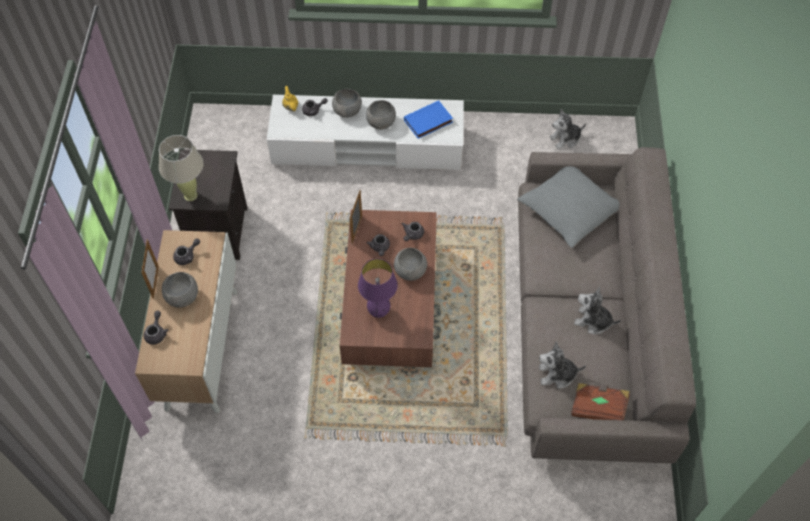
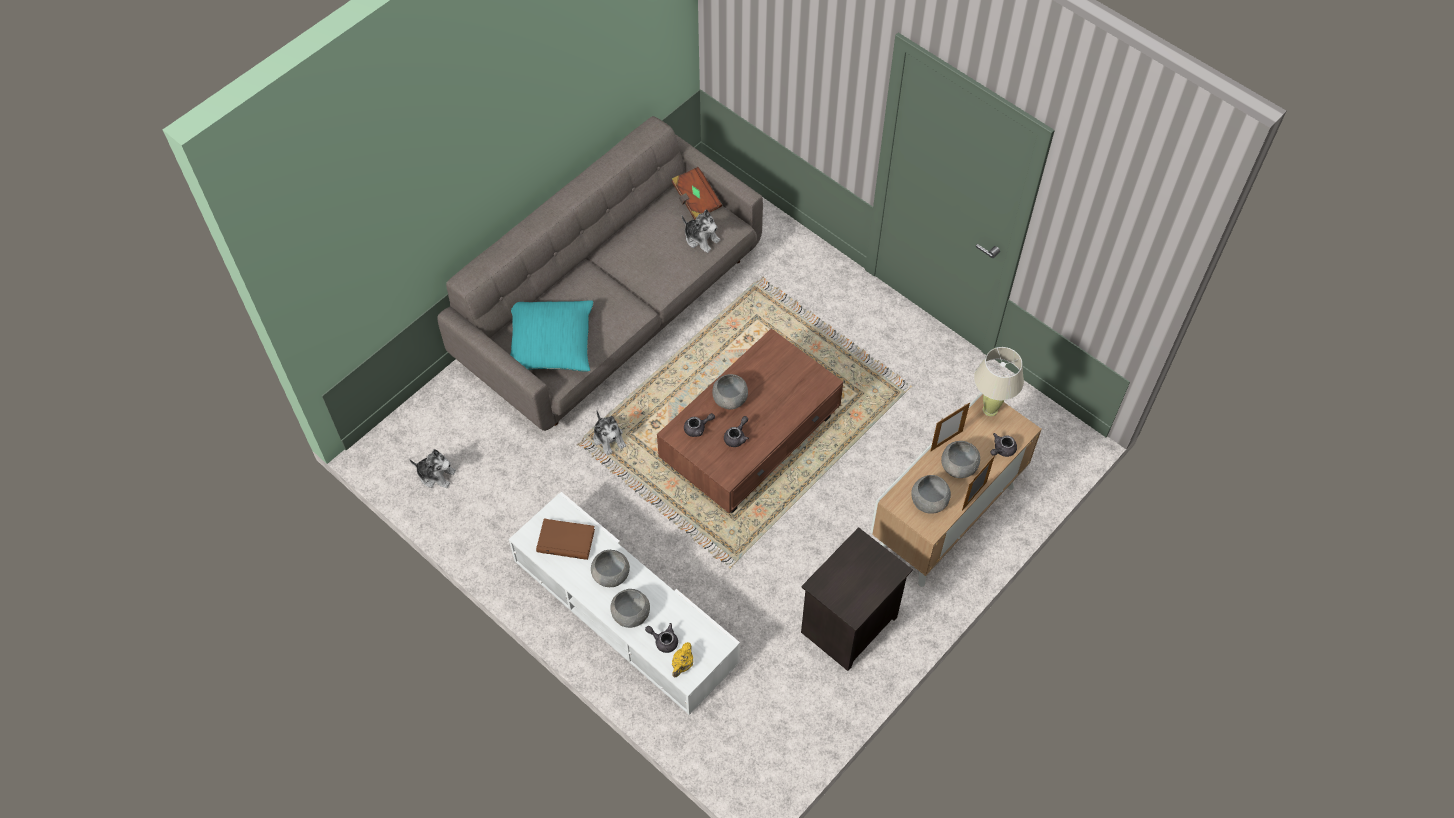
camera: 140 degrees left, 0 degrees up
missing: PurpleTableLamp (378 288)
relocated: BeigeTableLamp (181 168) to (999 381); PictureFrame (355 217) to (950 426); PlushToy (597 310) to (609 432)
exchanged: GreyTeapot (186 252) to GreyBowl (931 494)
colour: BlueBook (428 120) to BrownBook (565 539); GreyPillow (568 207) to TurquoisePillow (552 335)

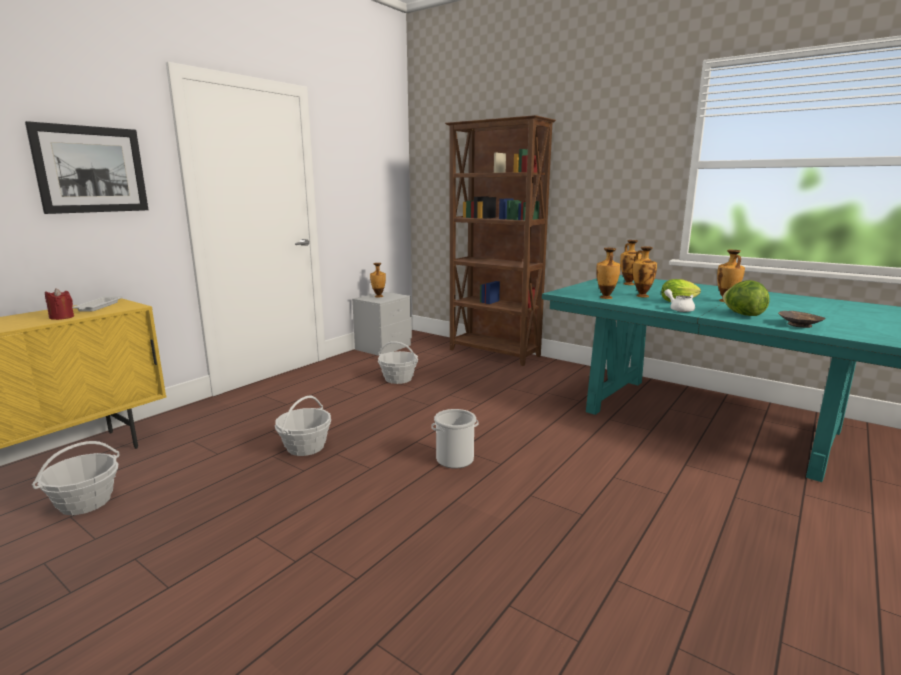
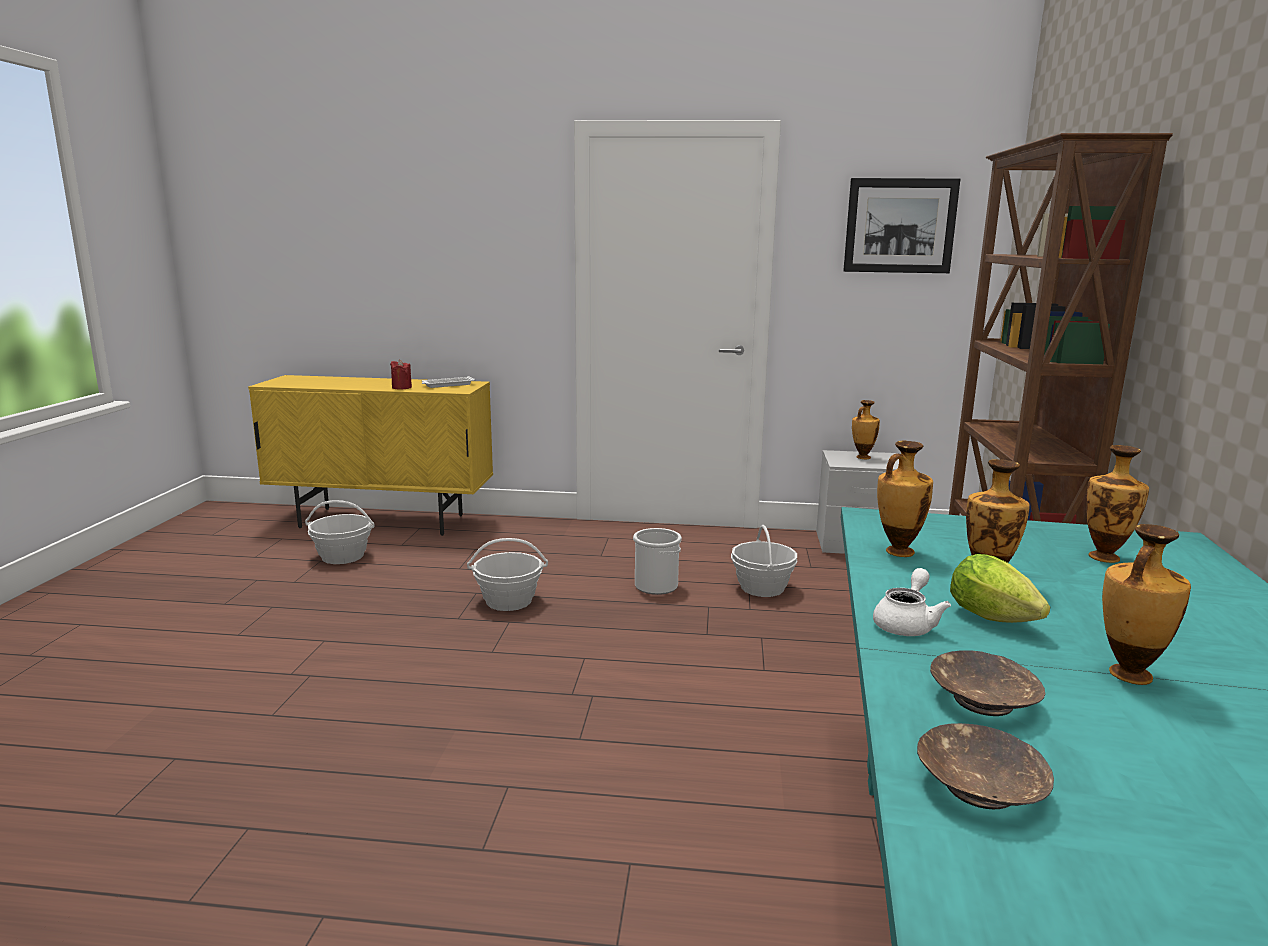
camera: 60 degrees right, 0 degrees up
relocated: Picture (87 167) to (901 225); Bucket (455 439) to (657 561)
exchanged: Lettuce (746 298) to BrownBowl (987 683)

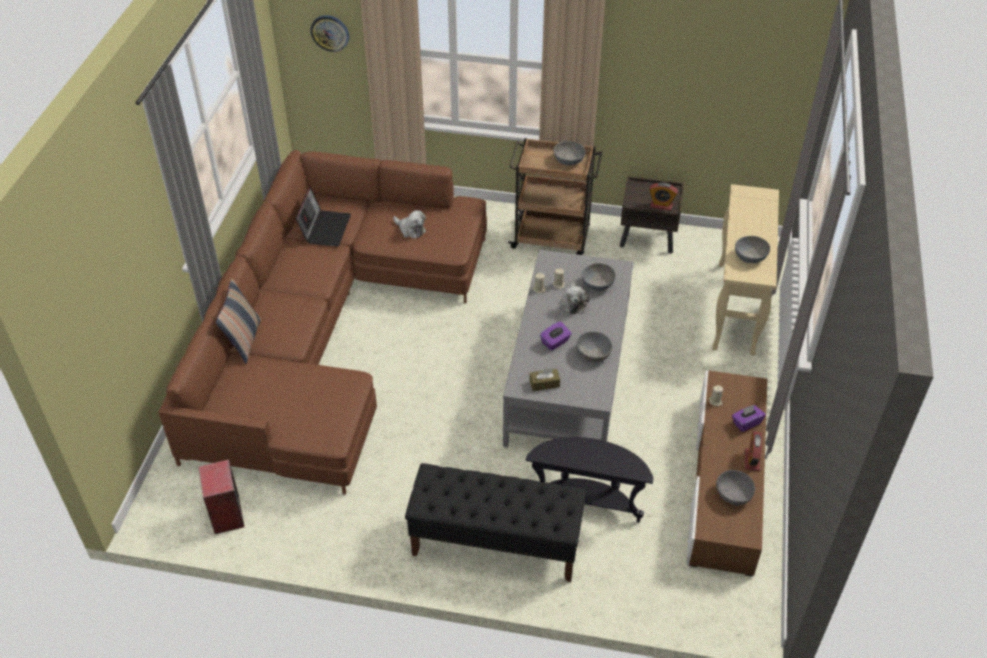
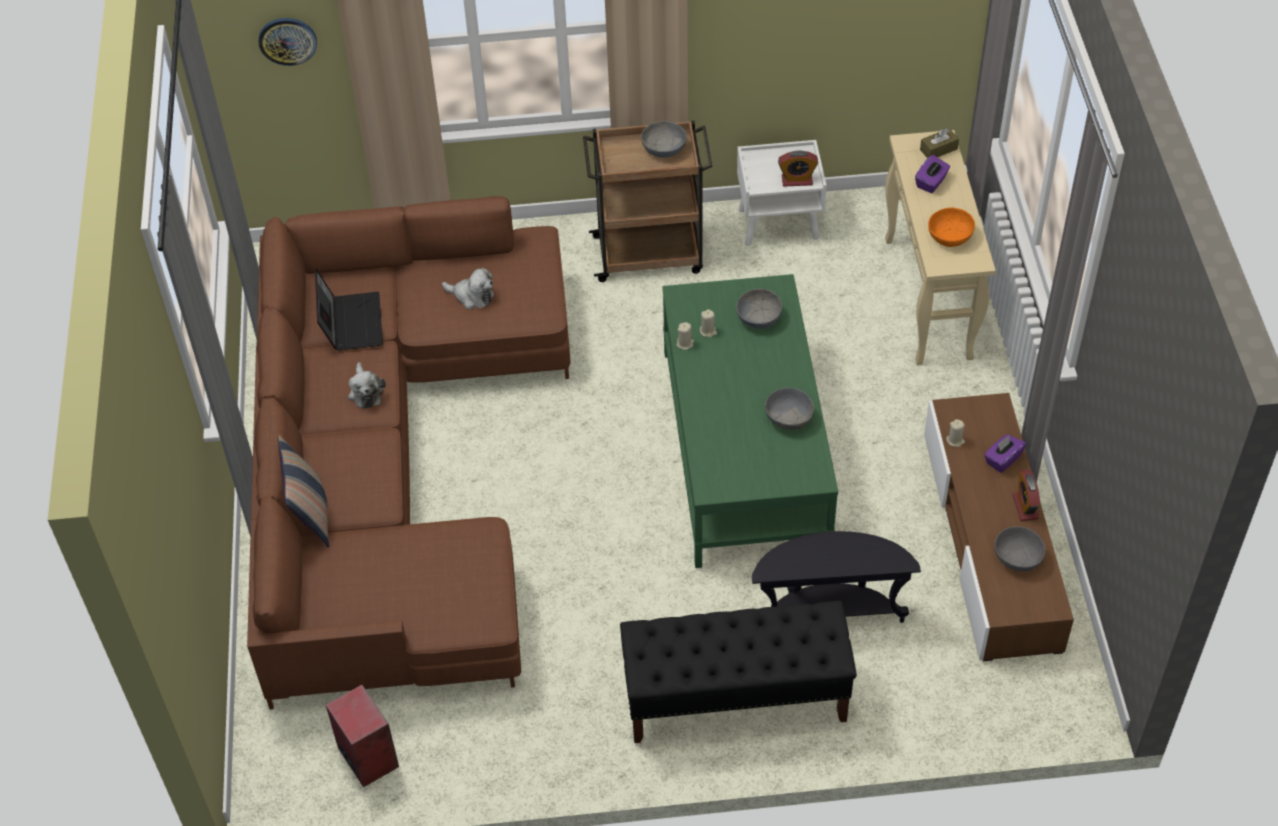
camera: 15 degrees left, 5 degrees up
relocated: PlushToy (575 298) to (367 385); PurpleTissueBox (556 336) to (932 174); BrownTissueBox (545 380) to (939 143)
colour: BrownNightstand (652 215) to WhiteNightstand (782 193); GreyBowl (752 249) to OrangeBowl (951 227); GreyCoffeeTable (568 349) to GreenCoffeeTable (750 421)

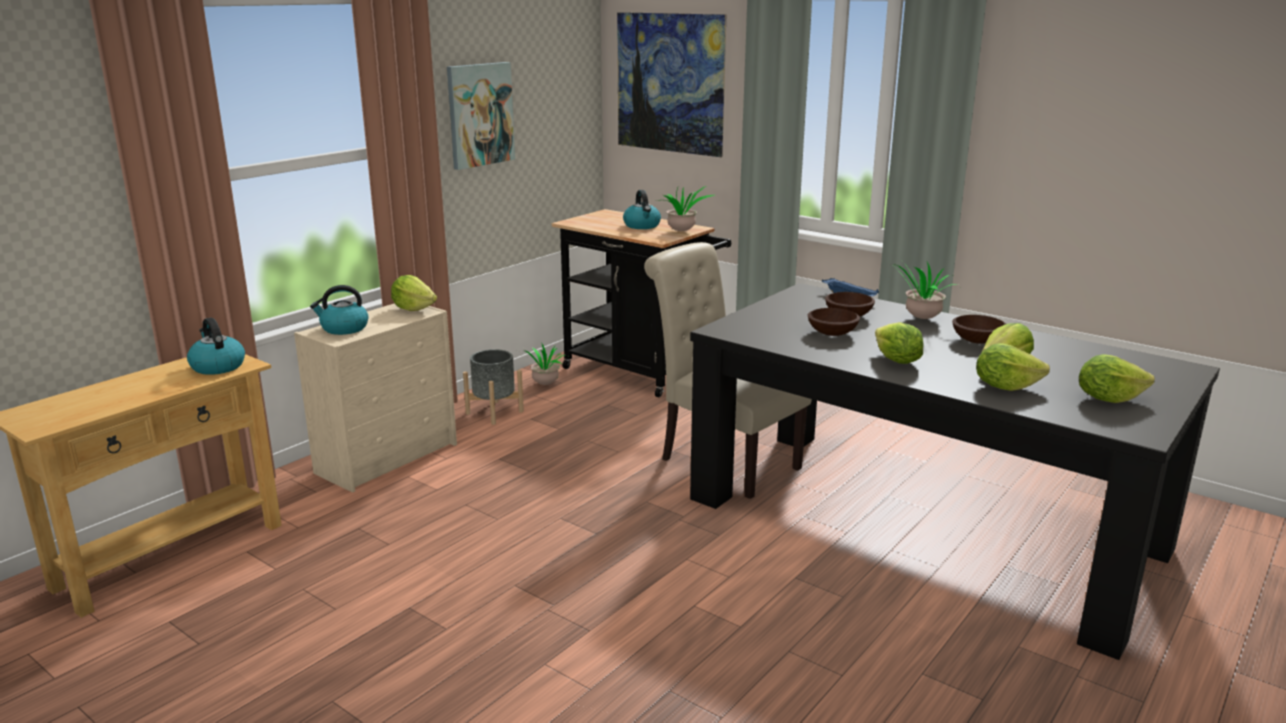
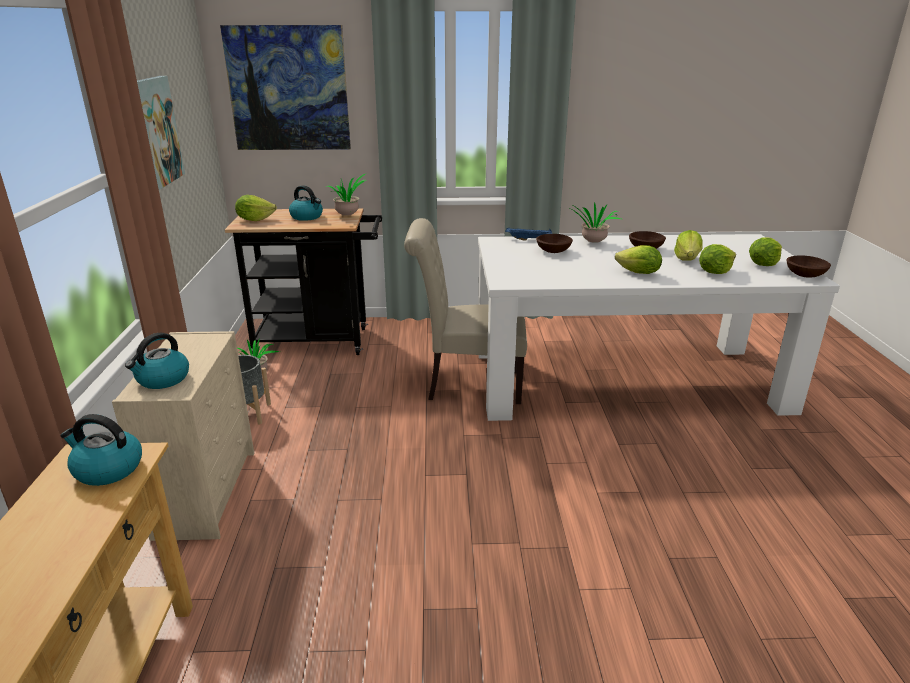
camera: 40 degrees left, 5 degrees up
relocated: Lettuce (414 293) to (256 208); BrownBowl (834 322) to (808 266)
colour: BlackDiningTable (955 471) to WhiteDiningTable (659 327)

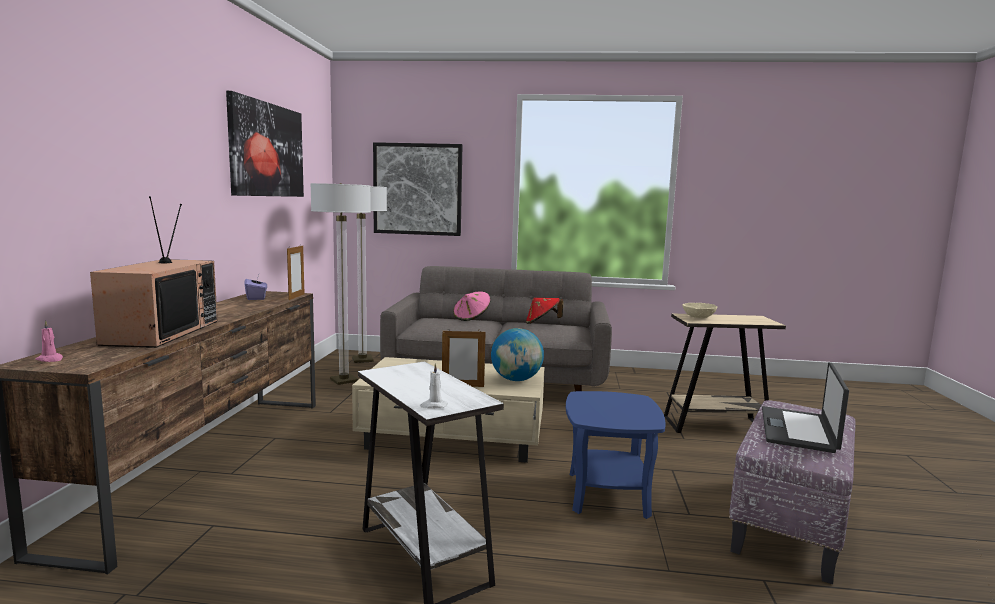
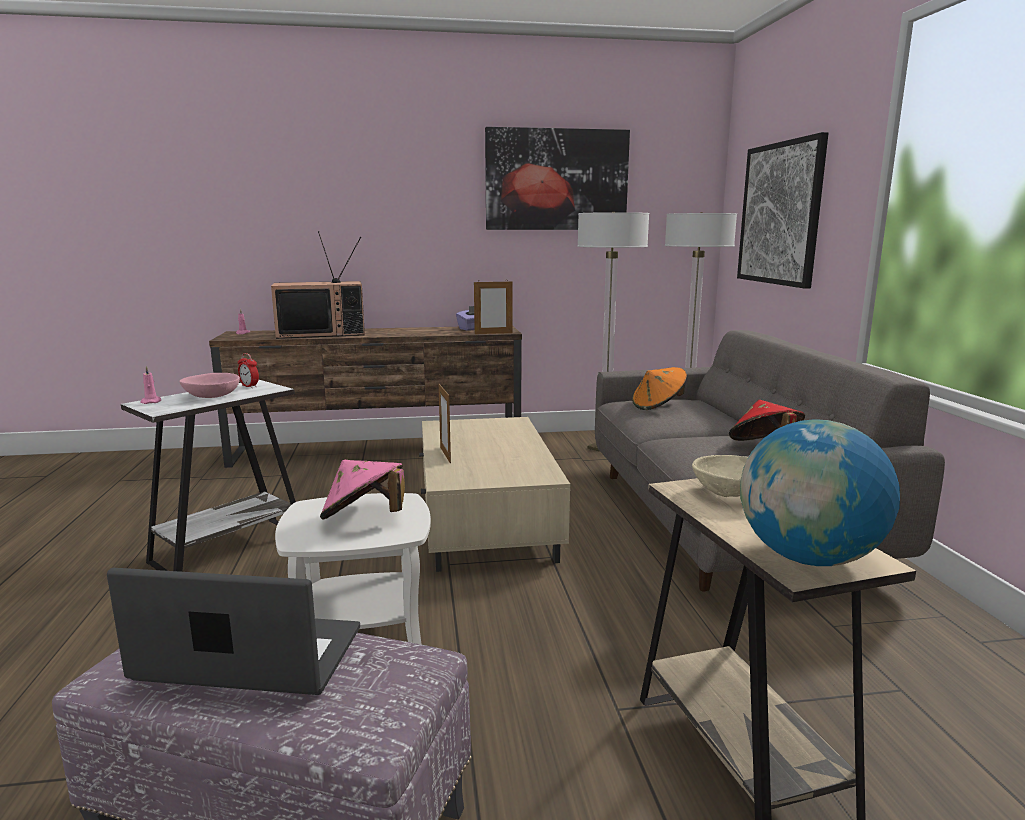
camera: 75 degrees right, 5 degrees up
appeared: AlarmClock (248 370); OrangeHat (659 388); PinkBowl (209 385)
relocated: PinkHat (472 306) to (362 489); Globe (517 354) to (820 492)
colour: WhiteCandle (433 386) to PinkCandle (150 385); BlueSideTable (616 455) to WhiteSideTable (353 569)

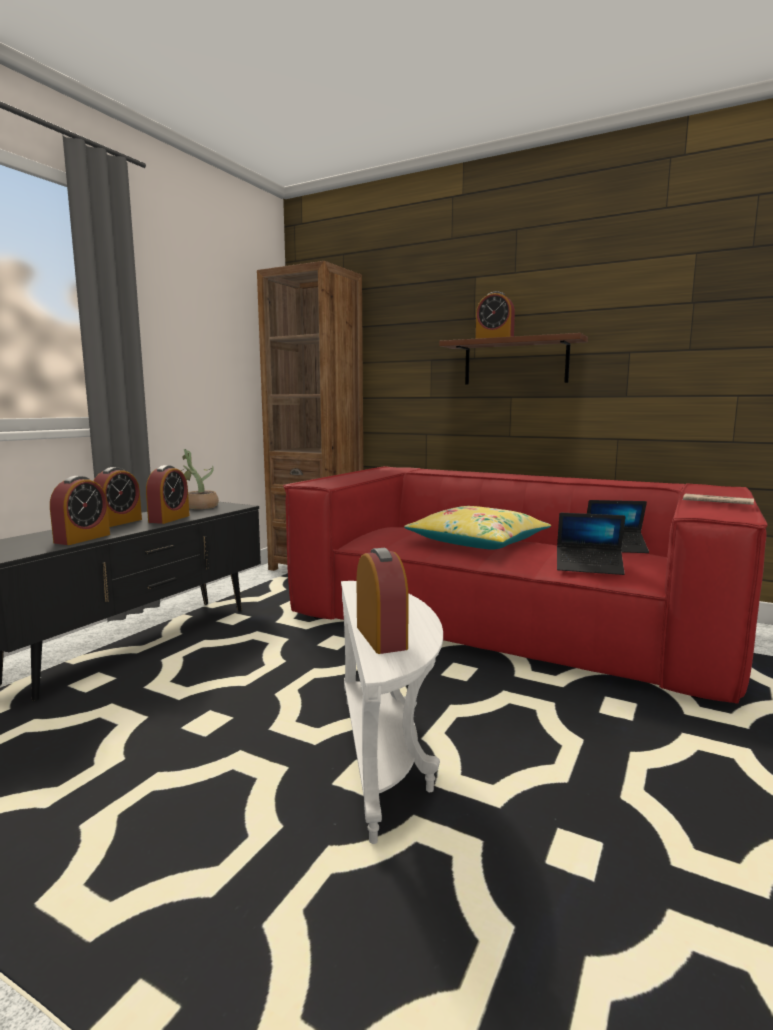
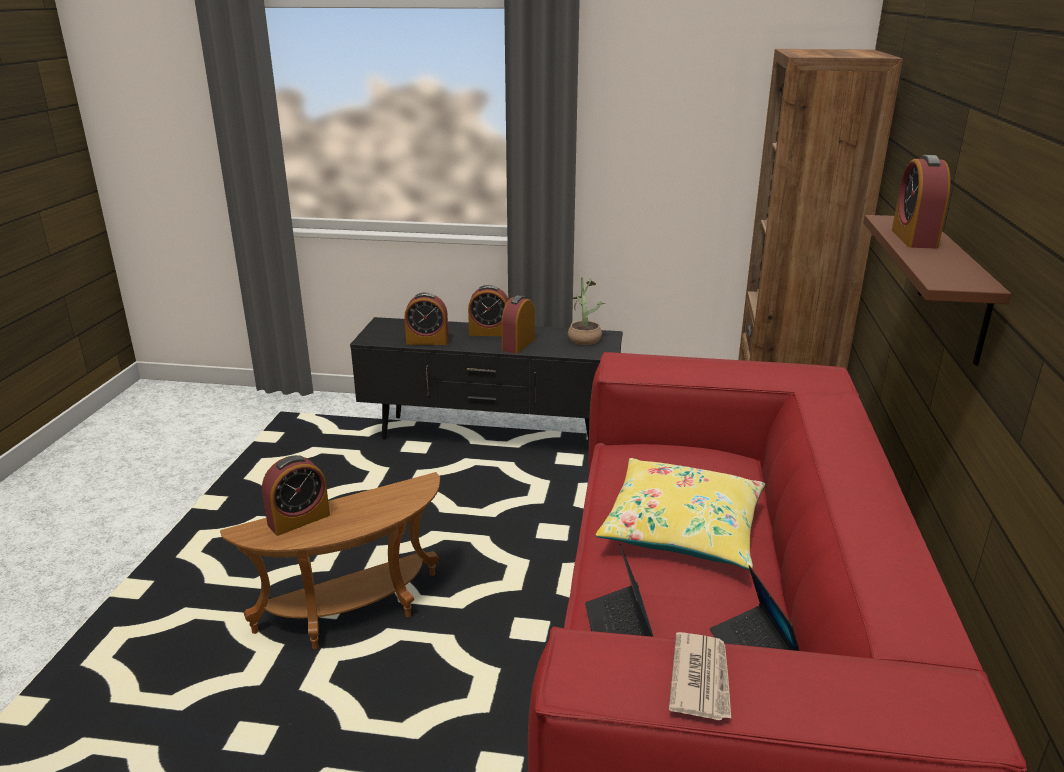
camera: 70 degrees right, 15 degrees up
colour: WhiteSideTable (392 712) to BrownSideTable (330 560)
spun: AlarmClock (168 494) = (518 324) 120 degrees clockwise

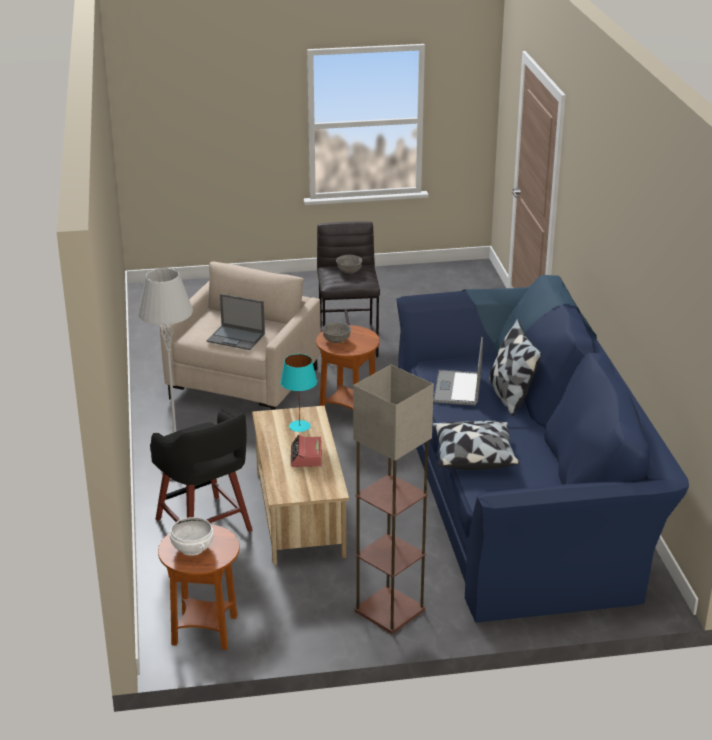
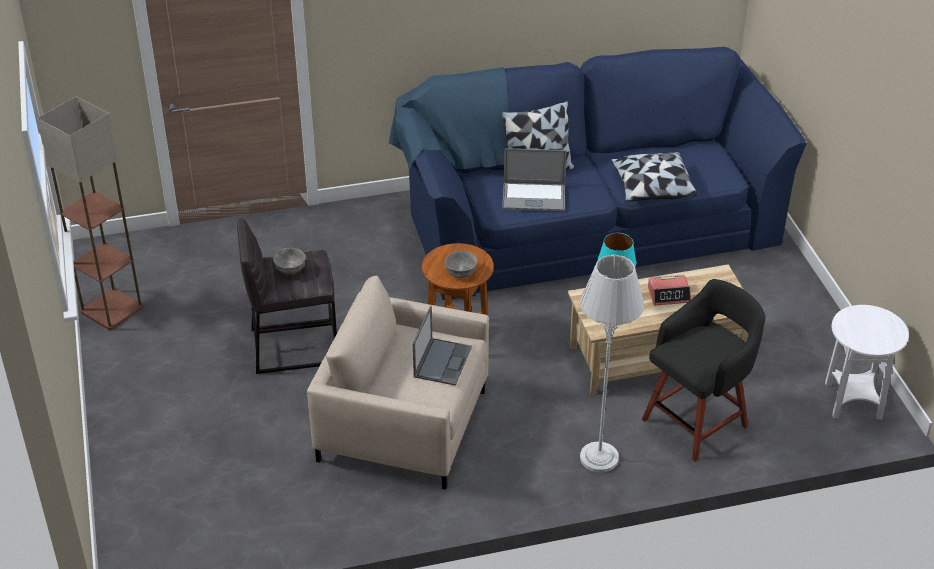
camera: 95 degrees left, 10 degrees up
missing: WhiteBowl (192 536)
relocated: FloorLamp (393 499) to (90 214)
colour: BrownSideTable (199 587) to WhiteSideTable (867 362)

